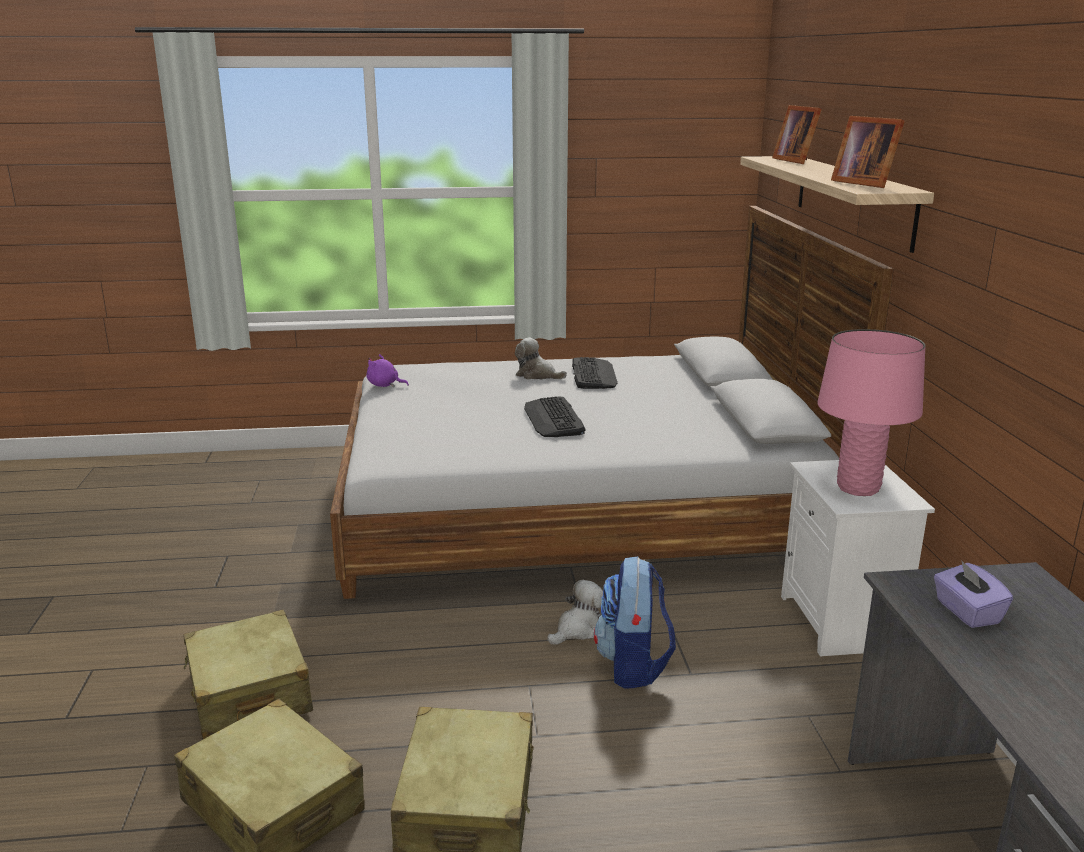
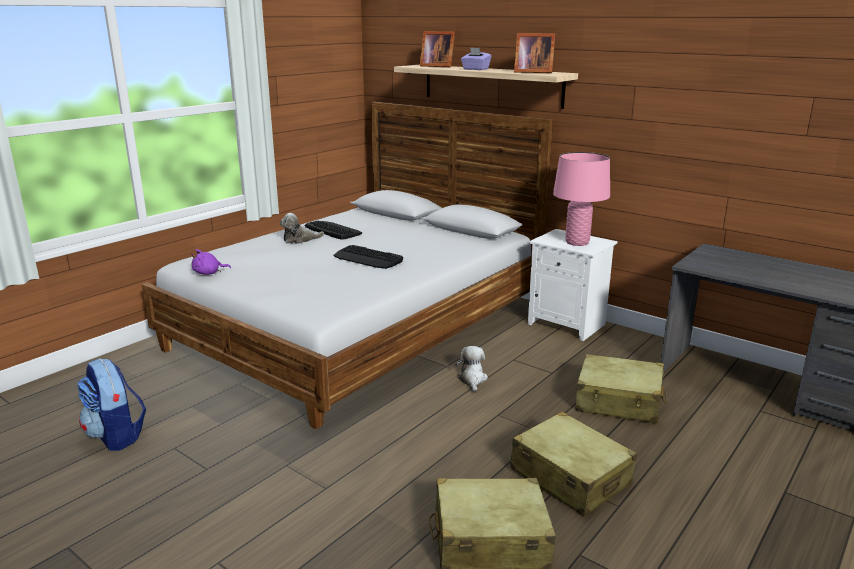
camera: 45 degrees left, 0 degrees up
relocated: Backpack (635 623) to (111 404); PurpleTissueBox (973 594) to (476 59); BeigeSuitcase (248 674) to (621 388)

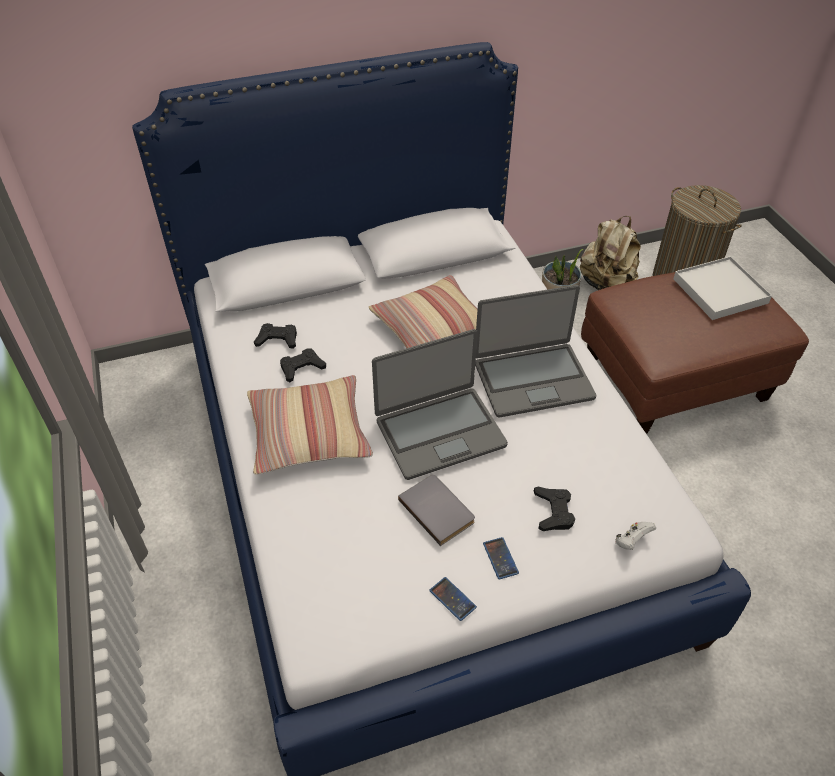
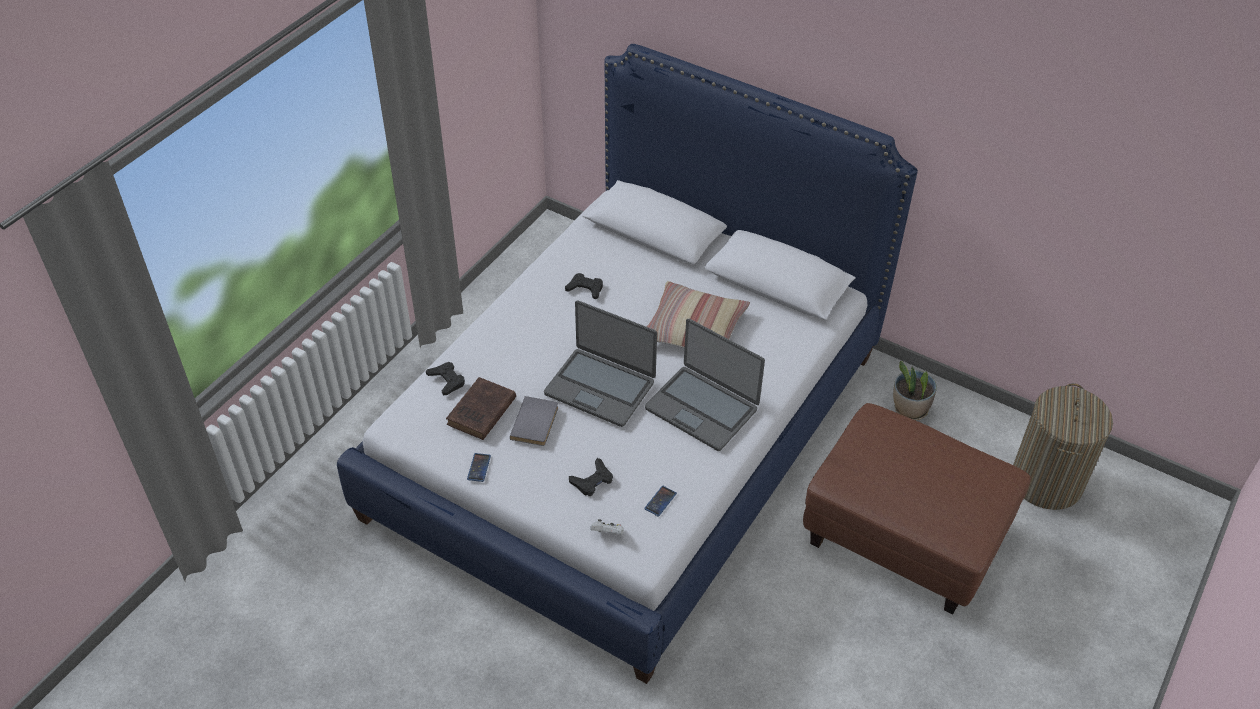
camera: 50 degrees right, 0 degrees up
missing: BeigeBackpack (610 253); WhiteTray (722 288); Pillow (310 425)
appeared: BrownBook (481 408)
relocated: BlackGameController (275 336) to (445 378); Phone (501 558) to (660 501)

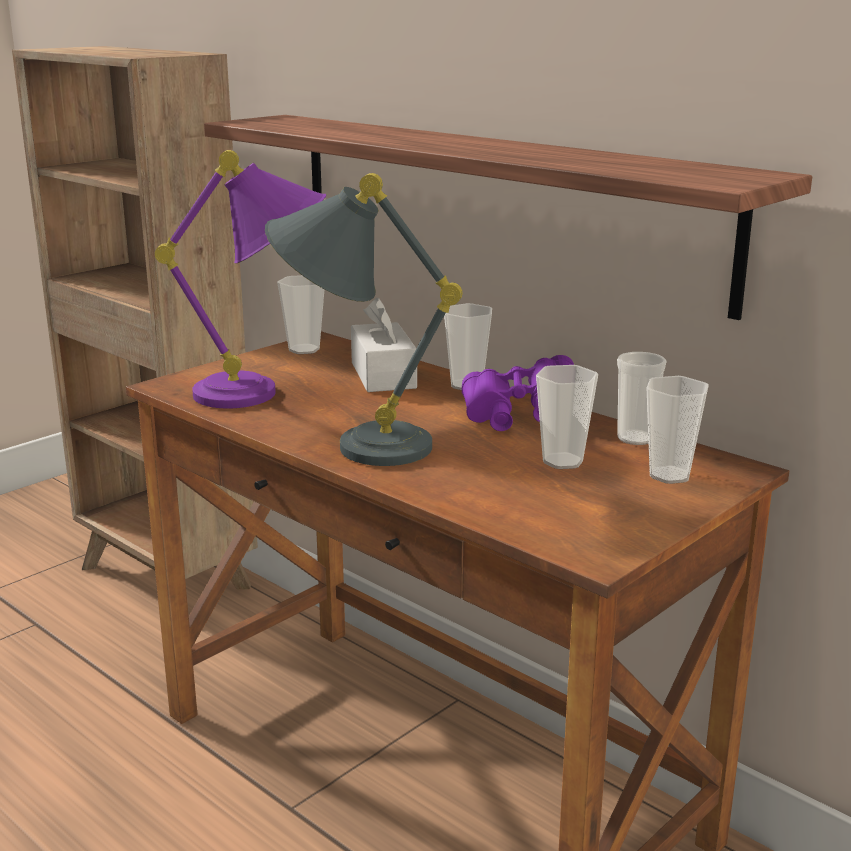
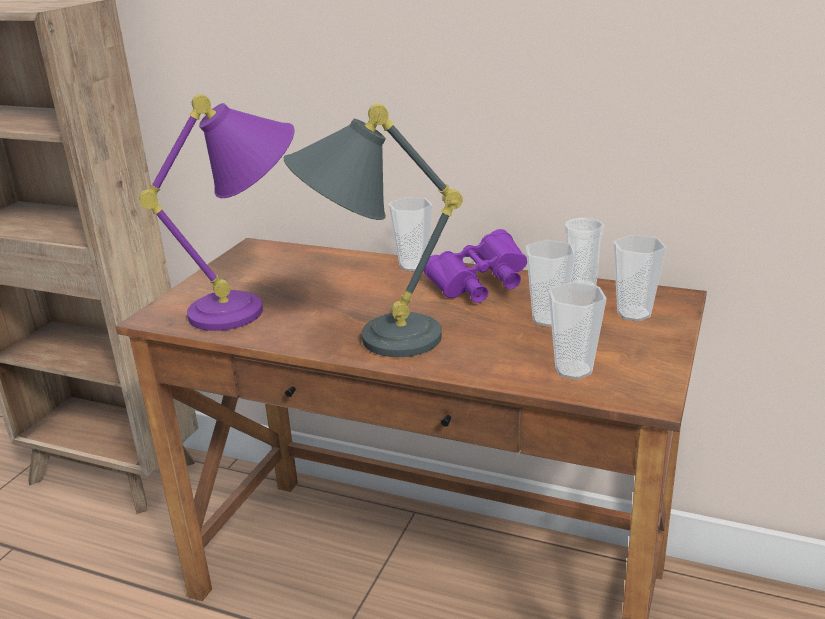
camera: 20 degrees left, 5 degrees up
missing: Shelf (508 217); WhiteTissueBox (384 345)
relocated: Cup (300 314) to (577 331)

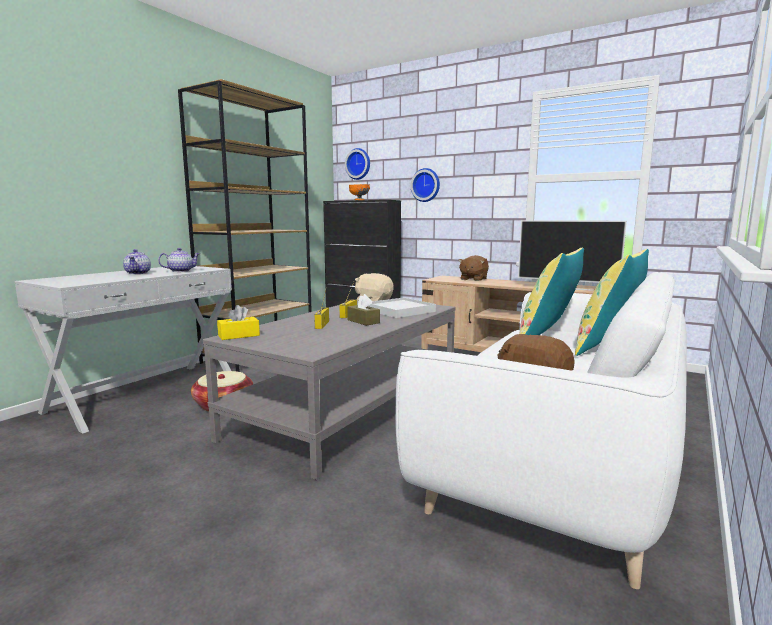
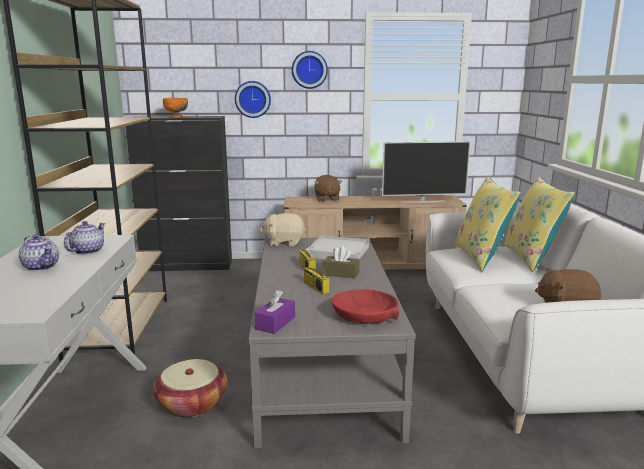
camera: 35 degrees left, 5 degrees up
appeared: RedBowl (365 306)
relocated: WallClock (357 164) to (310 70)
colour: YellowTissueBox (238 322) to PurpleTissueBox (275 312)

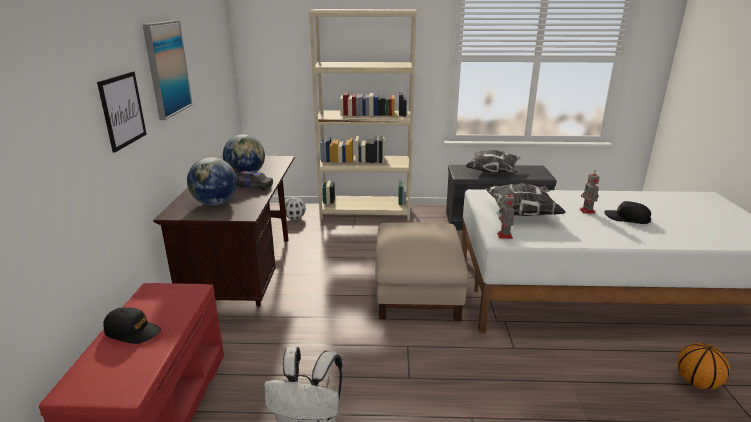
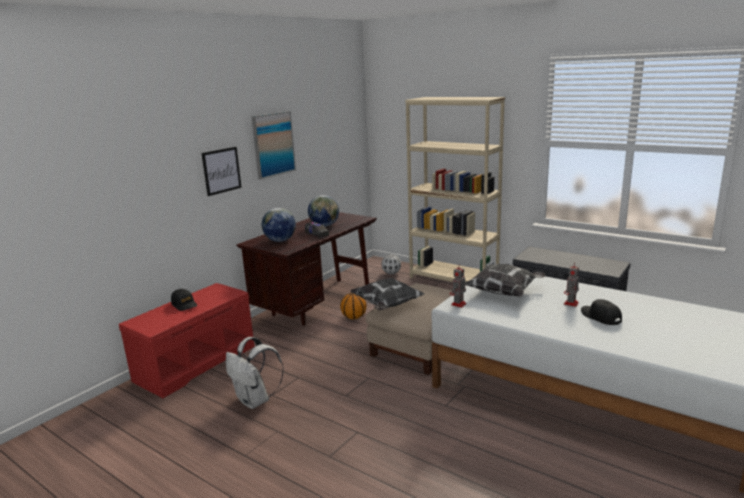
camera: 35 degrees right, 5 degrees down
relocated: Pillow (492 162) to (387 294); Basketball (703 366) to (353 306)

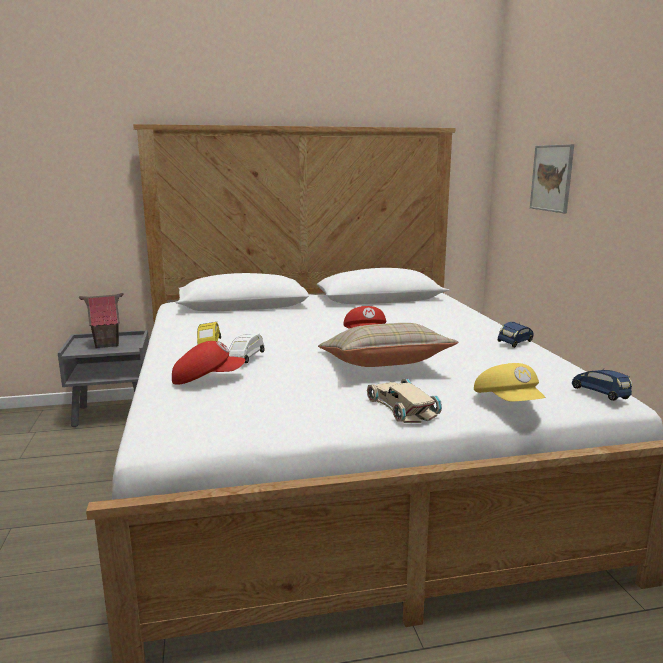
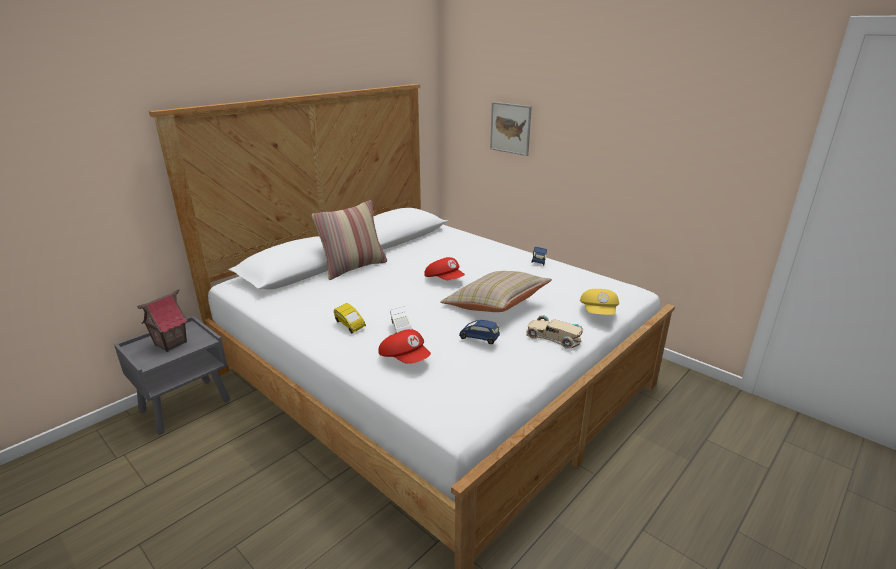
camera: 35 degrees left, 10 degrees up
appeared: Pillow (349 240)
relocated: BlueToyCar (602 385) to (479 332)
spun: RedCap (208 363) = (405 346) 90 degrees clockwise; YellowCap (509 382) = (599 302) 60 degrees clockwise

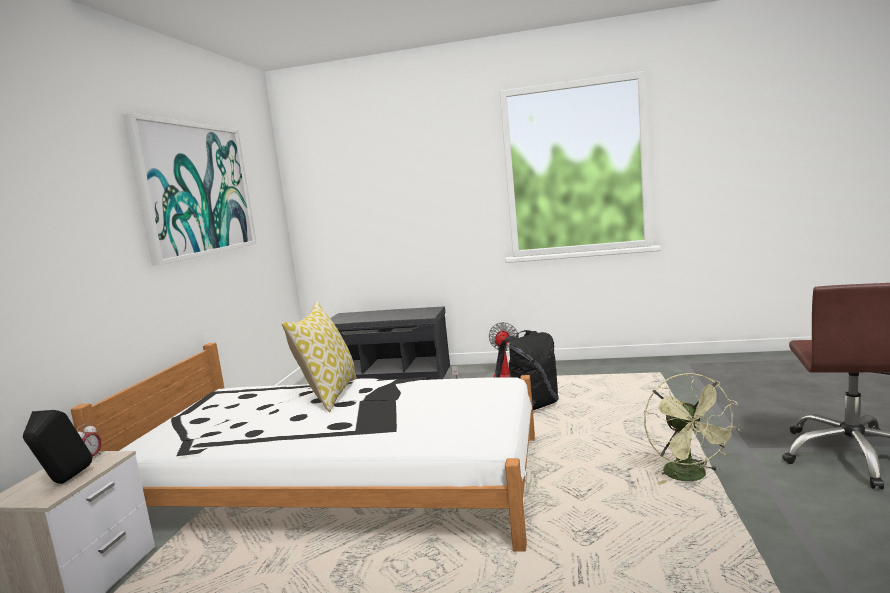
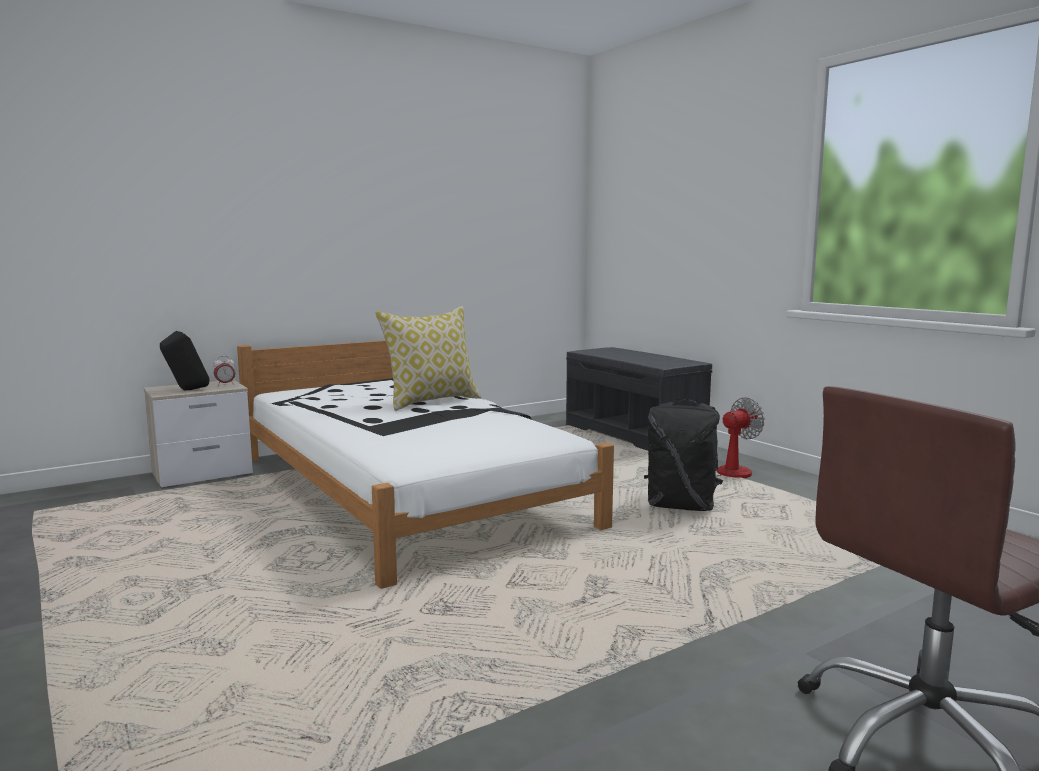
camera: 45 degrees right, 0 degrees up
missing: Picture (190 189); GreenFan (692 429)

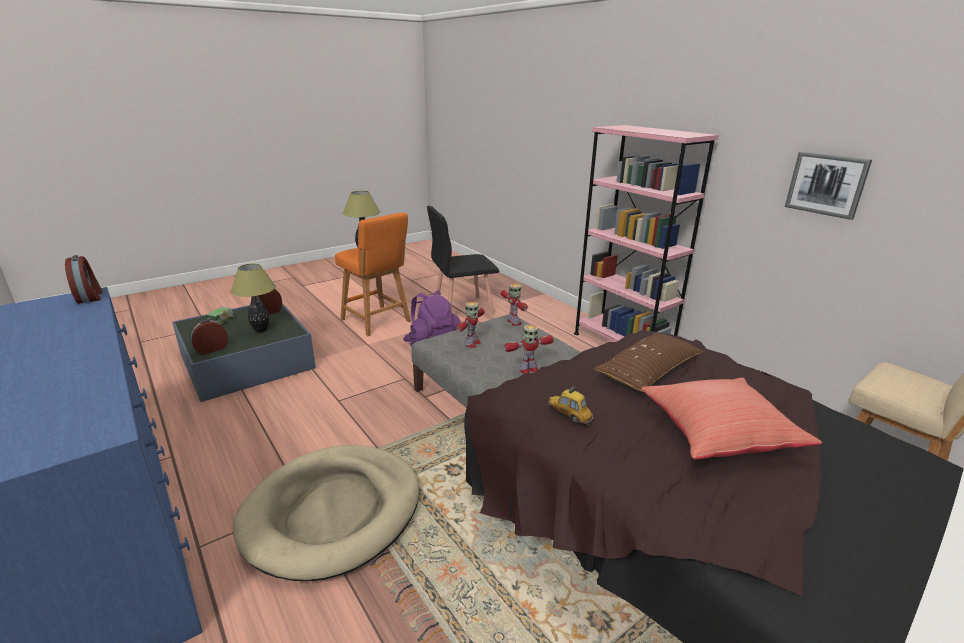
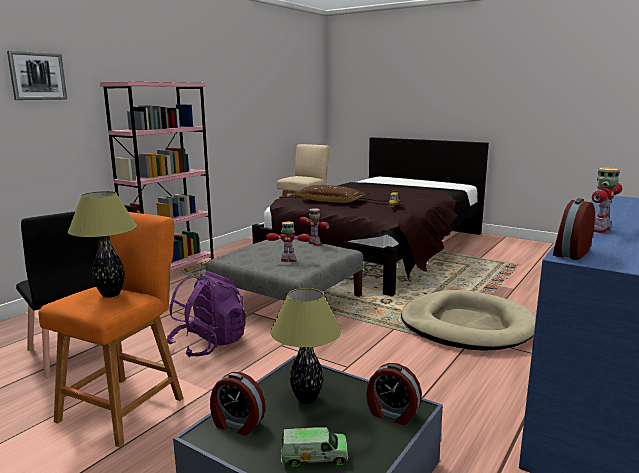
camera: 110 degrees left, 10 degrees down
missing: RedPillow (731 419)
relocated: Picture (828 185) to (37 75); ToyRobot (514 305) to (607 200)

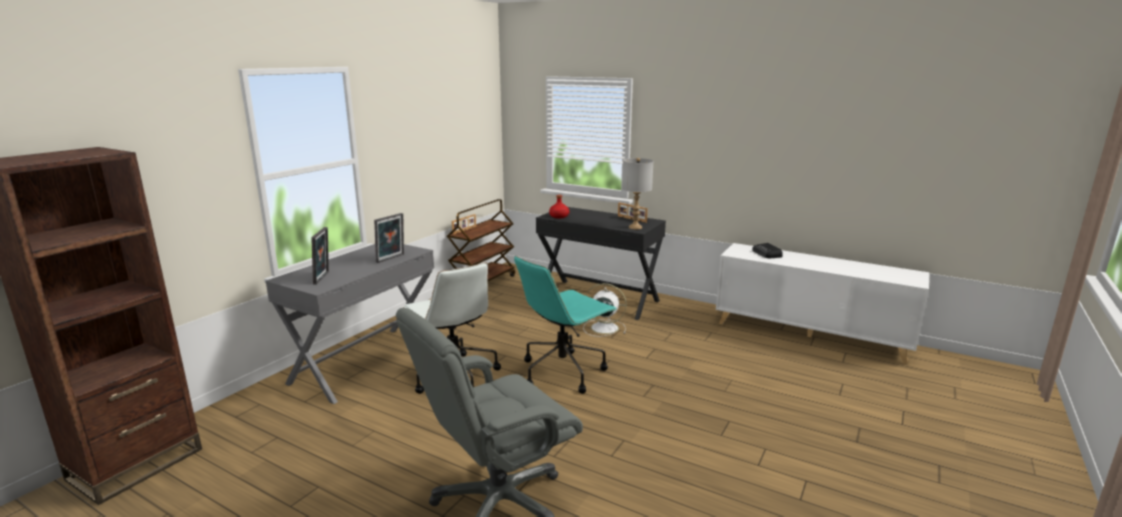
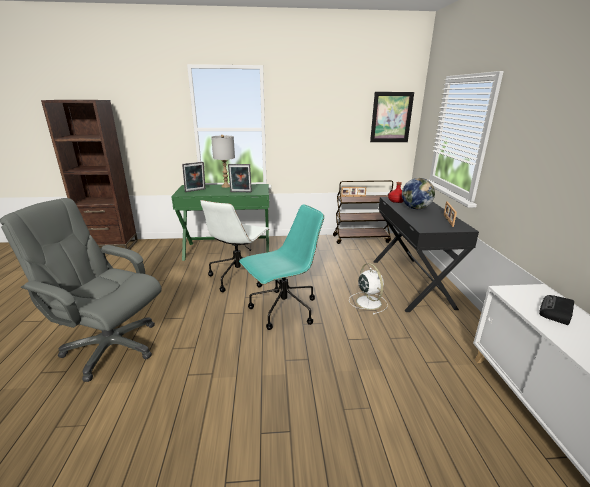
camera: 55 degrees right, 5 degrees up
appeared: Picture (392 117); Globe (418 193)
relocated: GreyTableLamp (637 193) to (223 161)
colour: GreyDesk (350 324) to GreenDesk (220 222)
spun: TurquoiseOfficeChair (565 325) = (281 267) 135 degrees clockwise

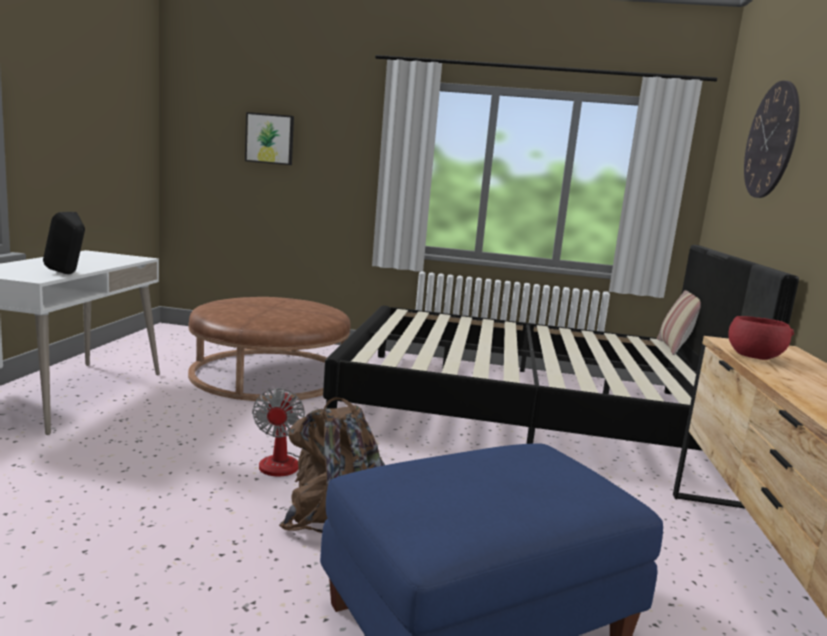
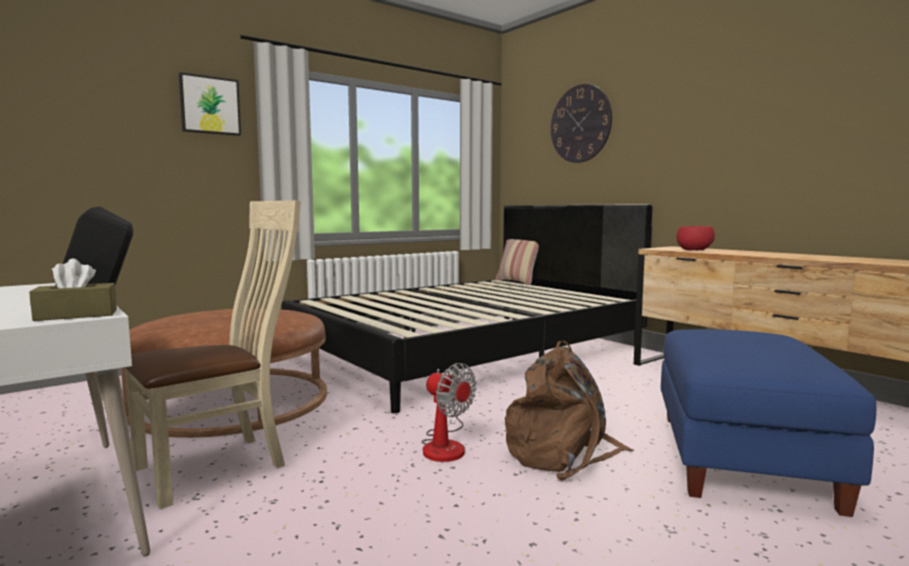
camera: 45 degrees left, 5 degrees down
appeared: BeigeChair (213 354); BrownTissueBox (73 290)
relocated: Picture (269 138) to (210 104)

